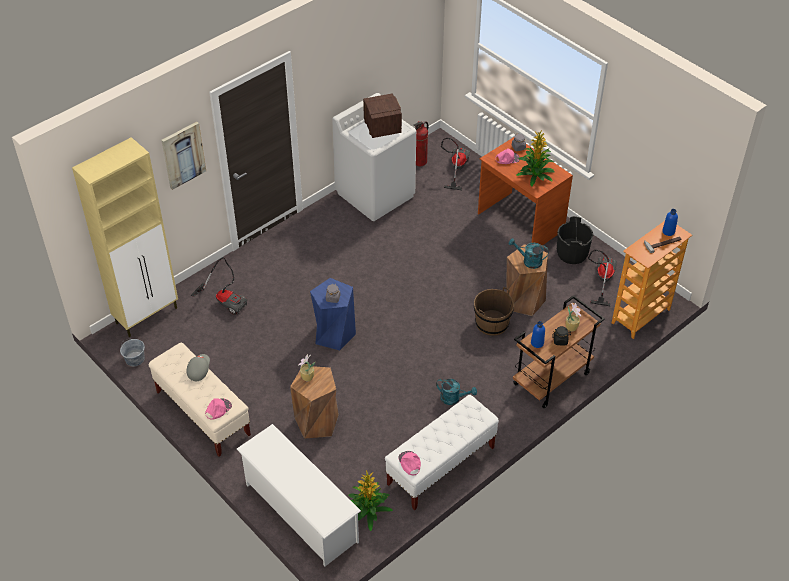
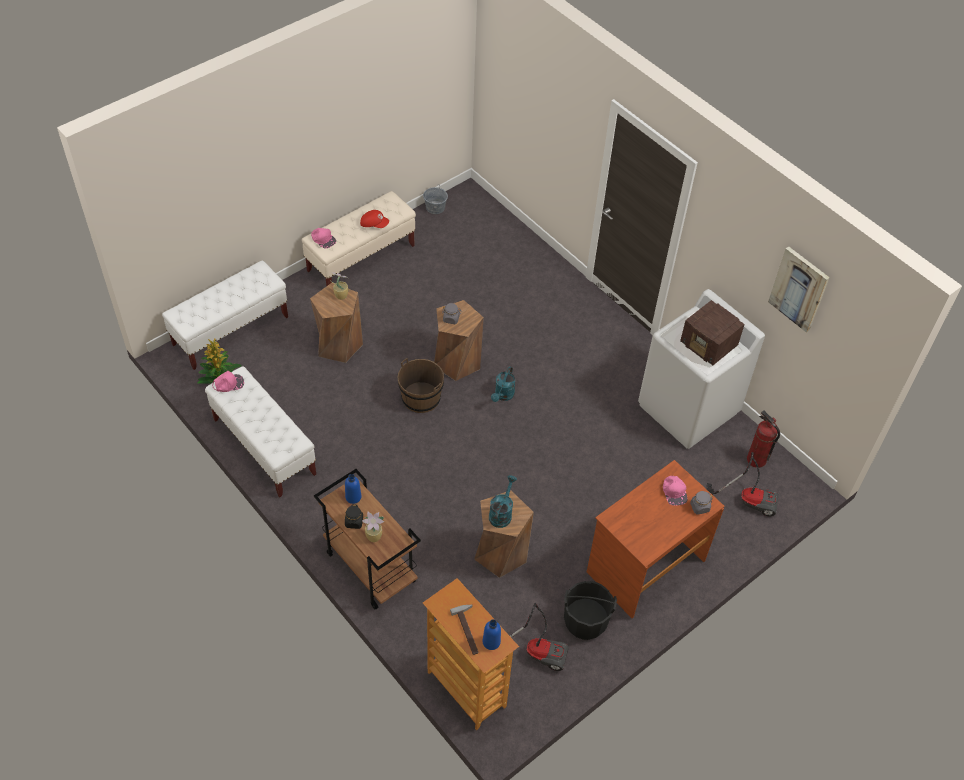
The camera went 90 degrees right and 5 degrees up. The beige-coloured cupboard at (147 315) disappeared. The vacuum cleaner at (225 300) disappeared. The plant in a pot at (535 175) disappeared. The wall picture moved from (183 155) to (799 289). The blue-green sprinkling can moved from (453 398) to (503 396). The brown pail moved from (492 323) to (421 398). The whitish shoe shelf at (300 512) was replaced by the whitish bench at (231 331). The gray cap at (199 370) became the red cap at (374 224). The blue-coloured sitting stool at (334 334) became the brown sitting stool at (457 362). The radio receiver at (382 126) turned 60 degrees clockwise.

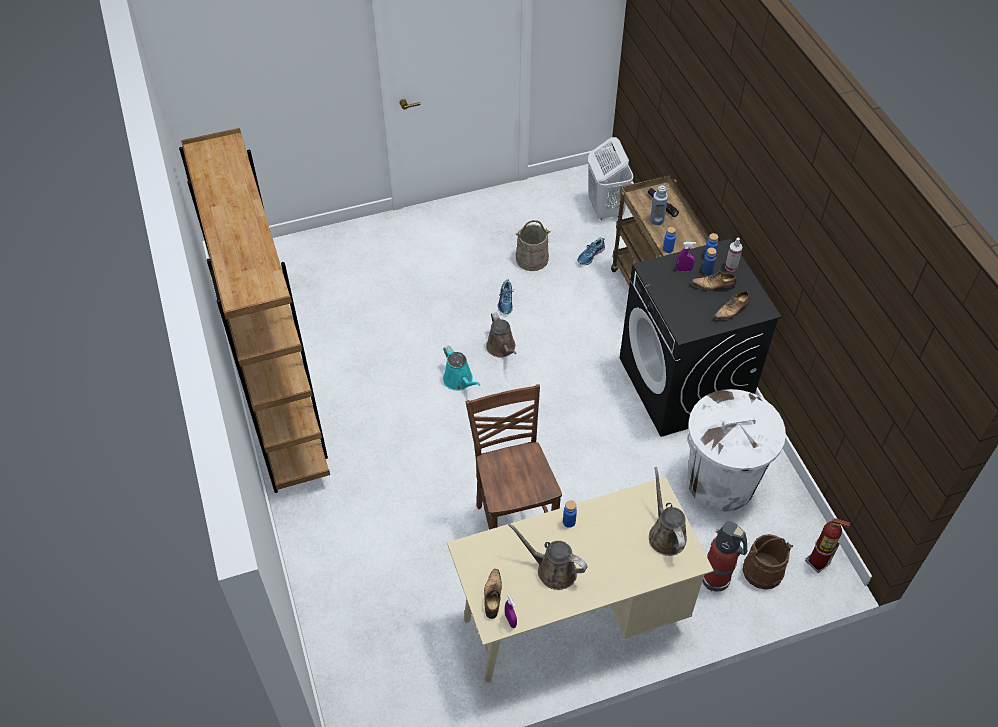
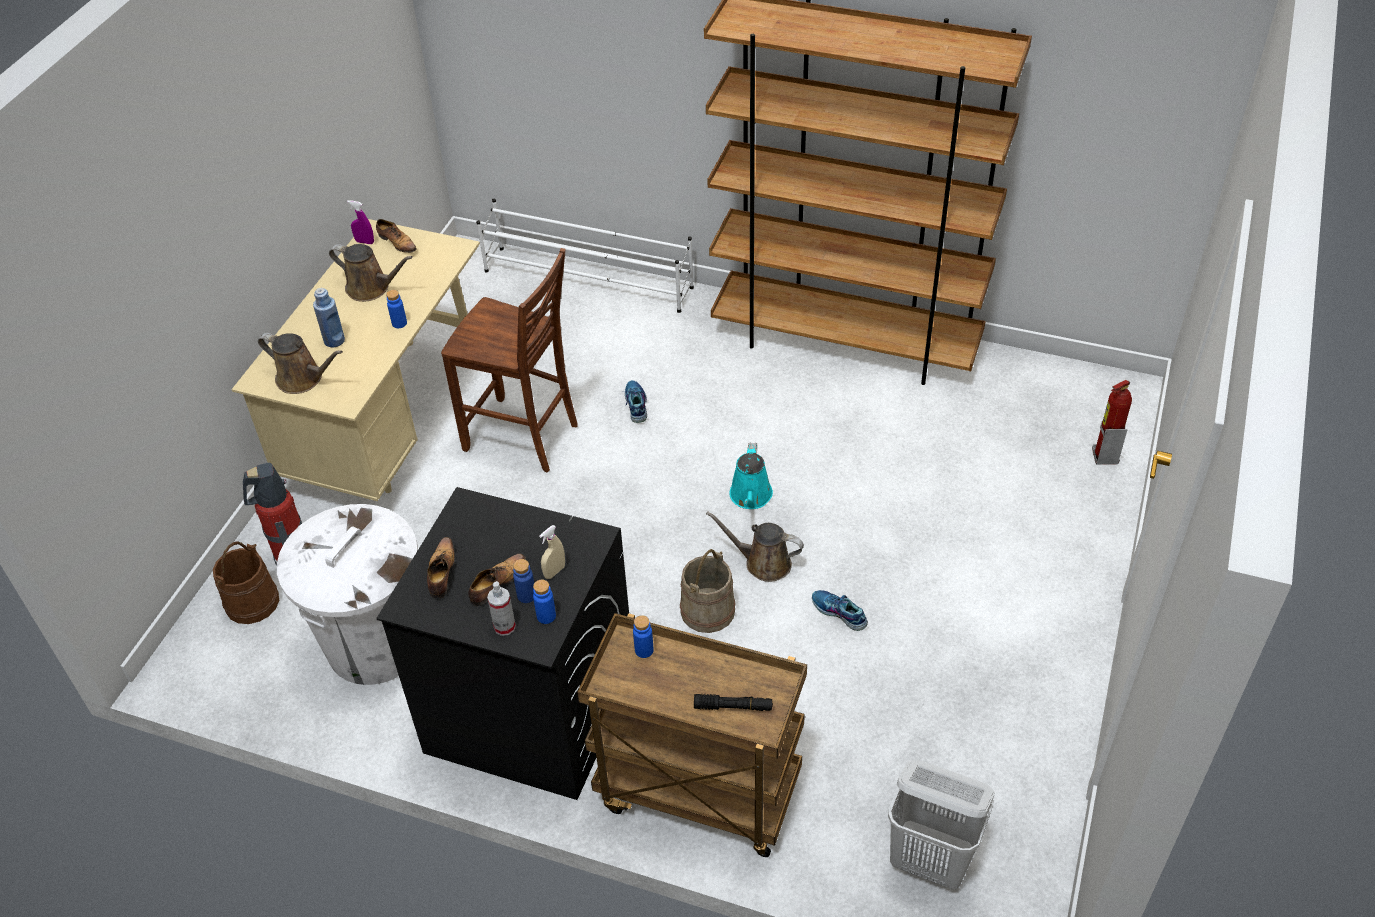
The camera went 130 degrees right and 5 degrees down. The whitish shoe shelf at (588 280) appeared. The beige-coloured pail moved from (532 258) to (708 611). The low shoe moved from (591 255) to (635 405). The blue-coloured drink bottle moved from (656 220) to (334 340). The fire-fighting cylinder moved from (817 562) to (1104 456). The purple hand sprayer at (684 269) became the beige-coloured hand sprayer at (554 571). The blue-green sprinkling can at (459 381) turned 90 degrees counterclockwise. The brown sprinkling can at (552 570) turned 45 degrees clockwise.

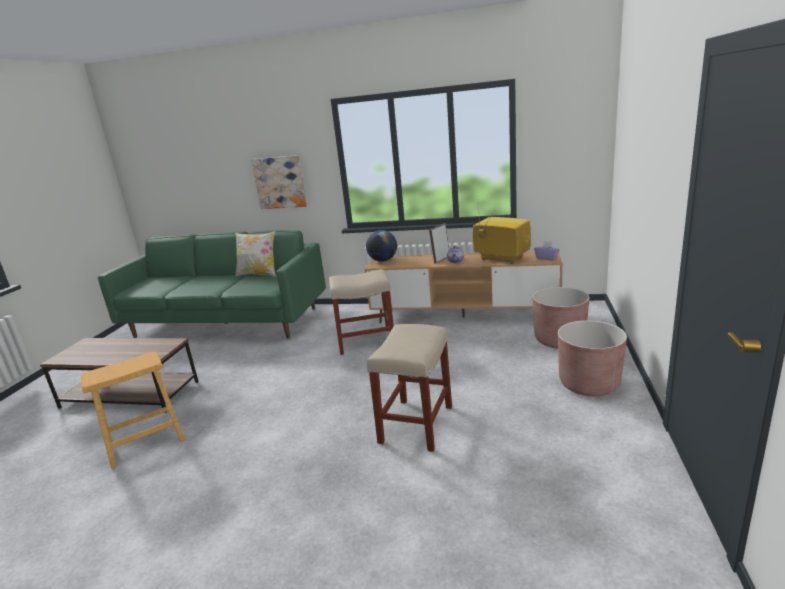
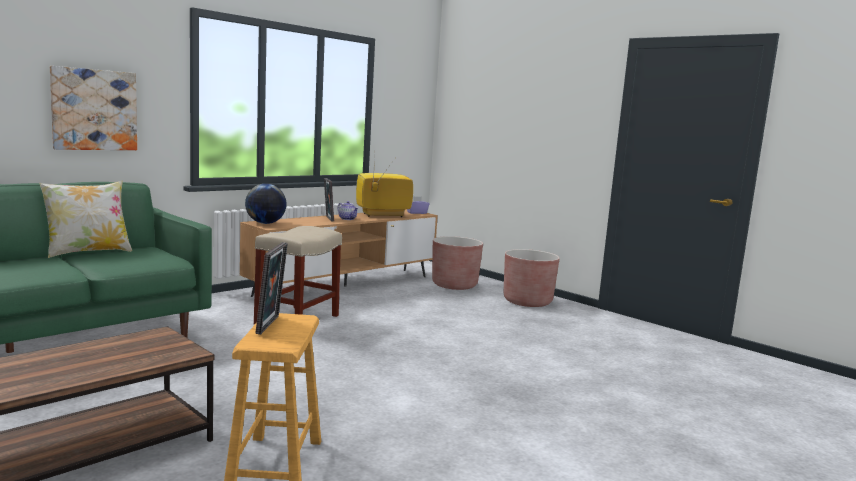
The camera went 60 degrees left and 10 degrees down. The beige-coloured sitting stool at (416 425) disappeared. The photo frame at (271 325) appeared.

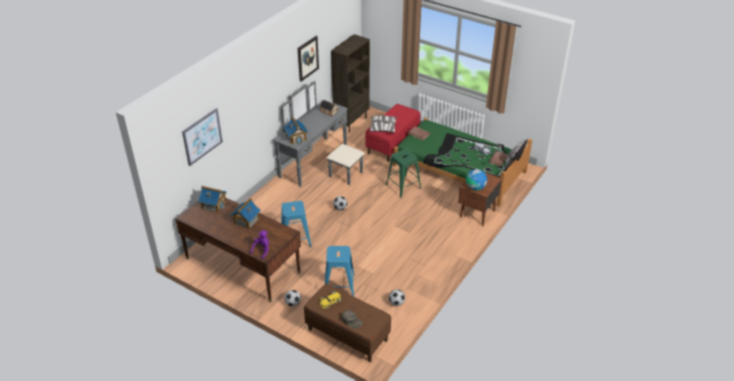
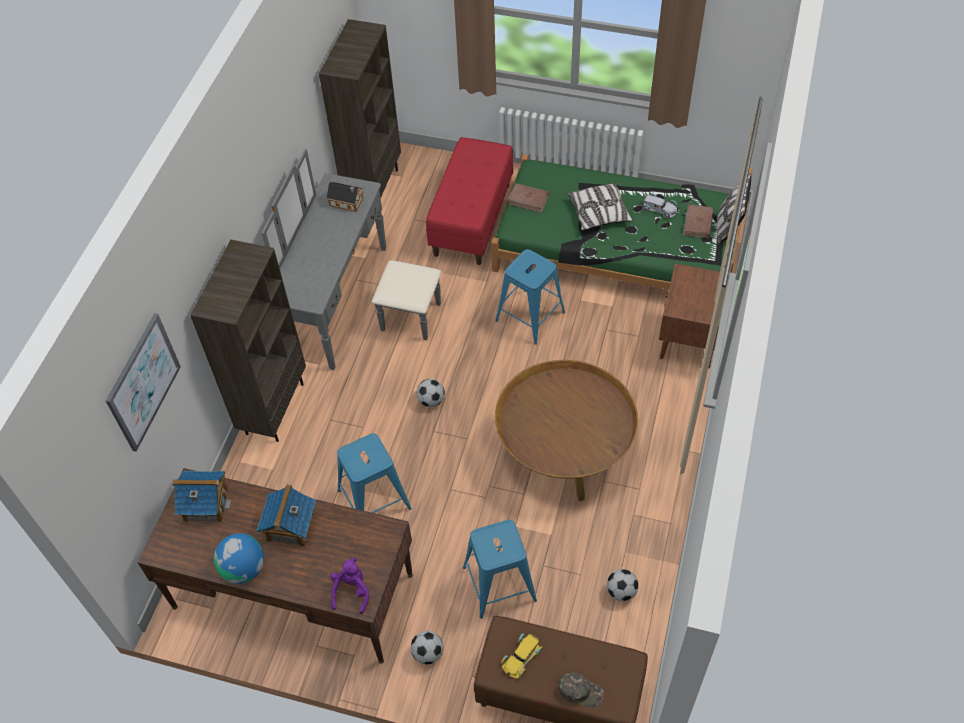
The camera went 15 degrees left and 15 degrees up. The toy house at (296 138) disappeared. The wall picture at (307 58) disappeared. The brown bookshelf at (274 408) appeared. The brown coffee table at (564 450) appeared. The throw pillow moved from (383 128) to (599 213). The desk globe moved from (475 187) to (243 568). The greenish sitting stool at (403 186) became the blue-coloured sitting stool at (530 316).

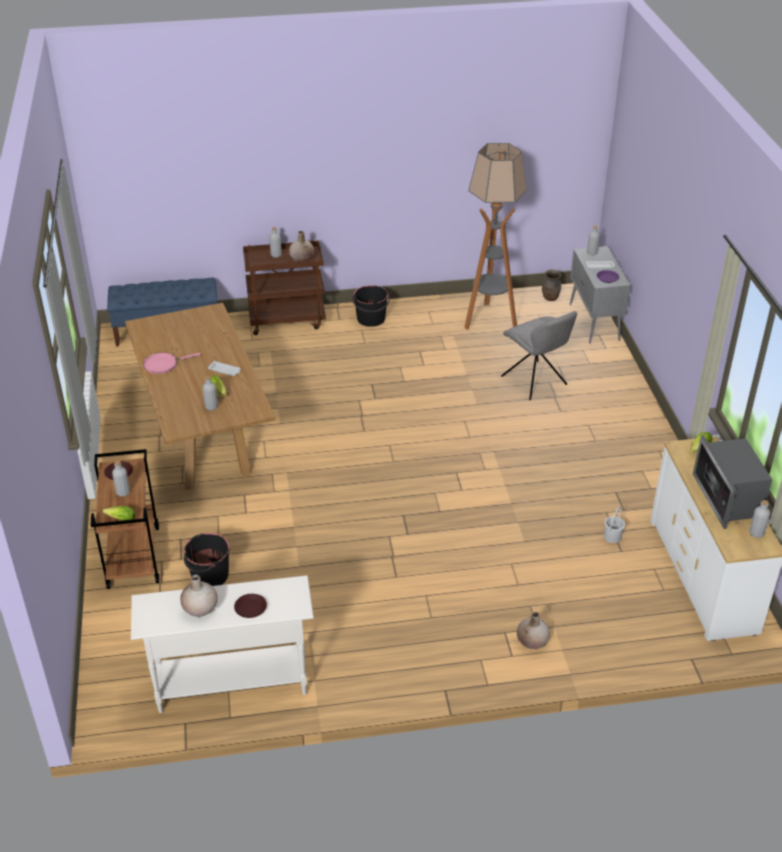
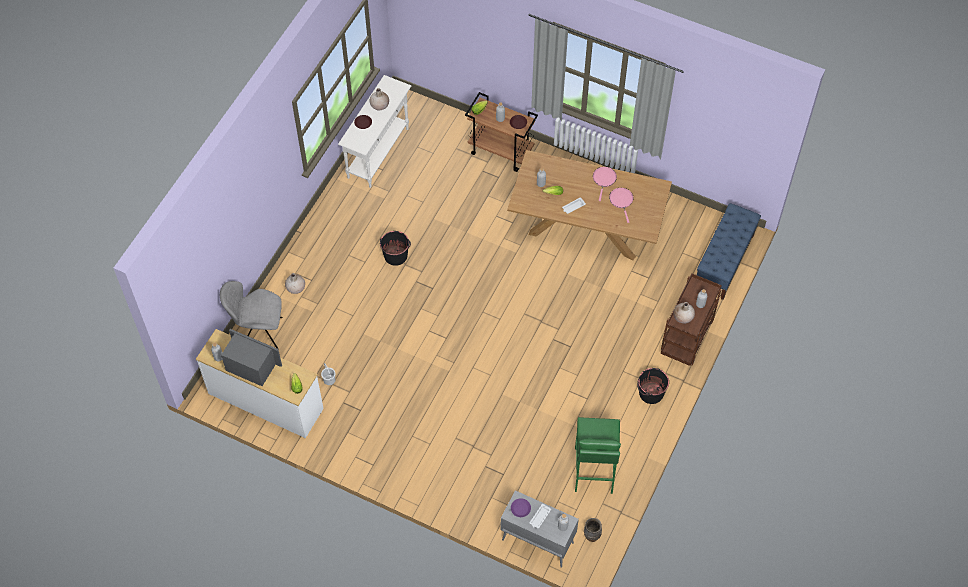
The camera went 125 degrees right and 20 degrees up. The pink pan at (621 201) appeared. The black-coloured pail moved from (209 576) to (395 255). The gray plain chair moved from (535 382) to (259 332). The floor lamp at (489 320) was replaced by the greenish sitting stool at (593 470).

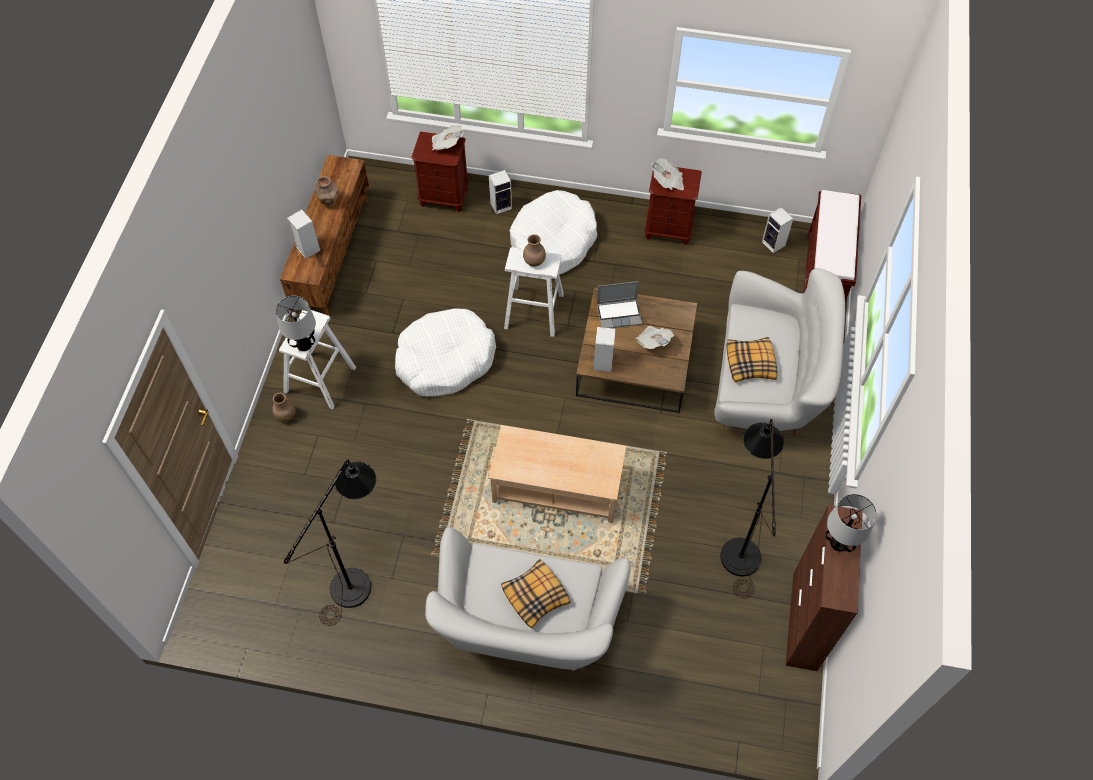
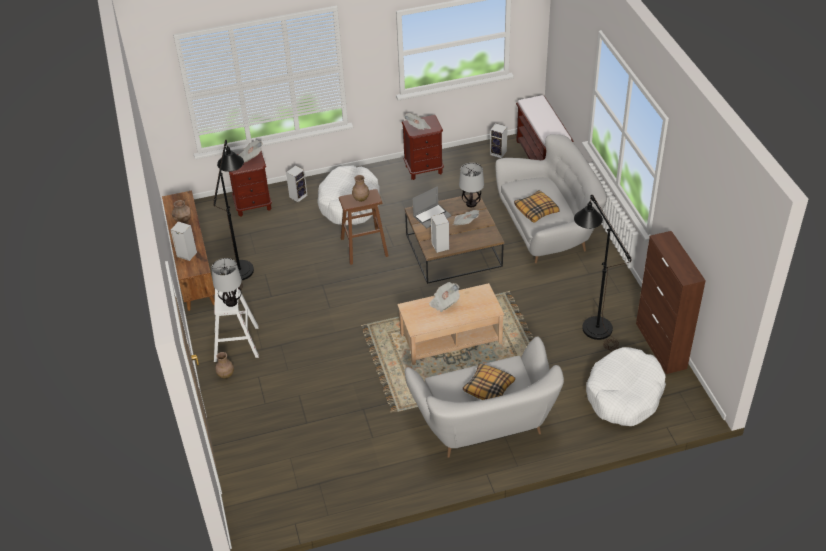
The camera went 25 degrees left and 15 degrees down. The printed paper at (444 302) appeared. The black-coloured floor lamp moved from (358 578) to (241 265). The whitish pet bed moved from (445 360) to (624 395). The table lamp moved from (838 543) to (471 204). The whitish sitting stool at (534 311) became the brown sitting stool at (364 247).

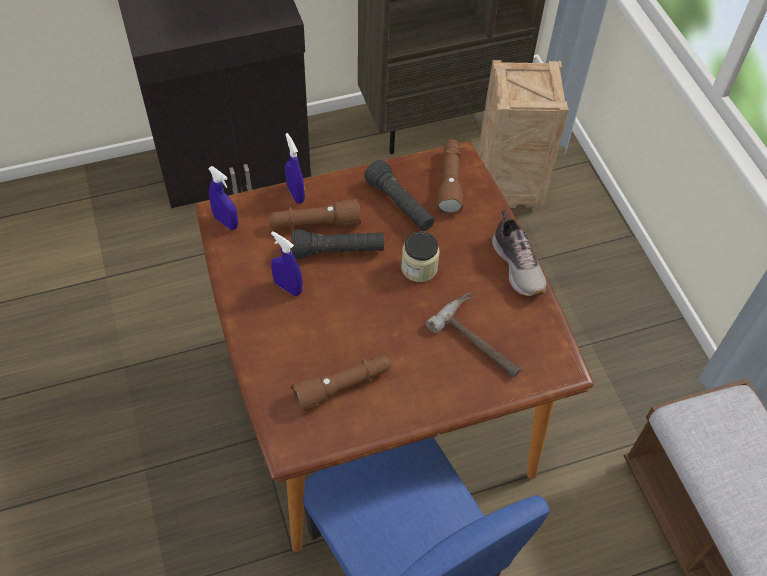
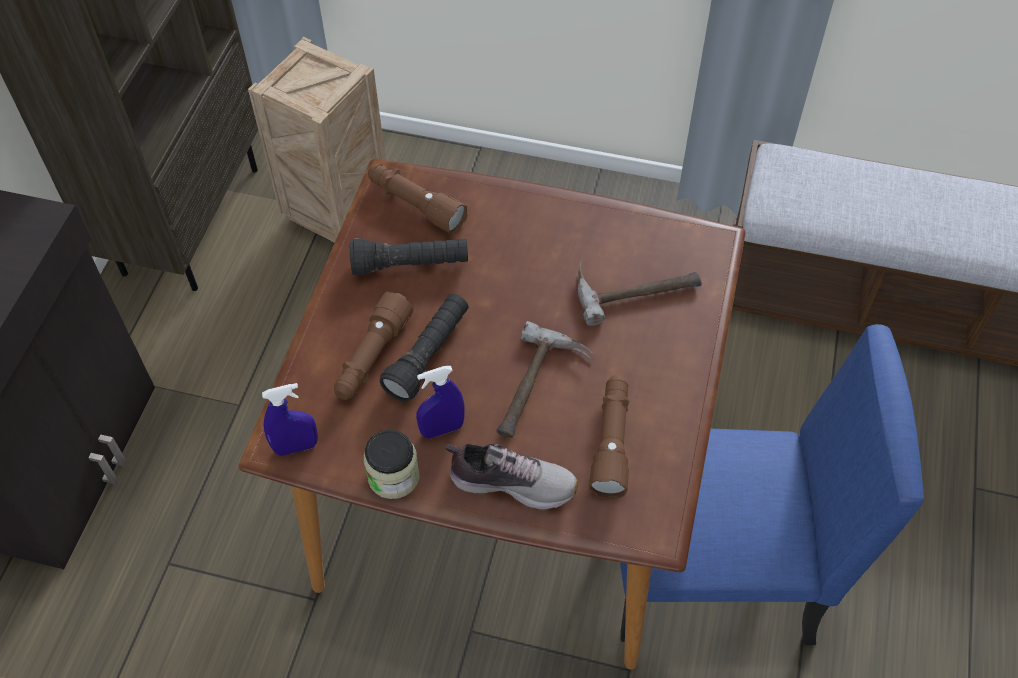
The camera went 55 degrees left and 0 degrees up. The blue-coloured hand sprayer at (295 194) disappeared. The hammer at (540 388) appeared. The storage jar moved from (419 268) to (393 476). The low shoe moved from (518 266) to (512 482).

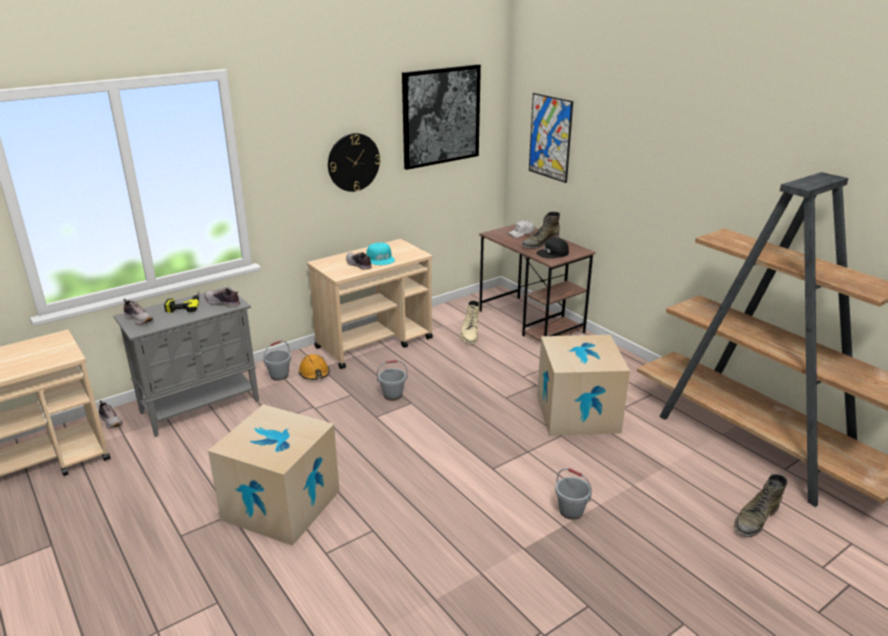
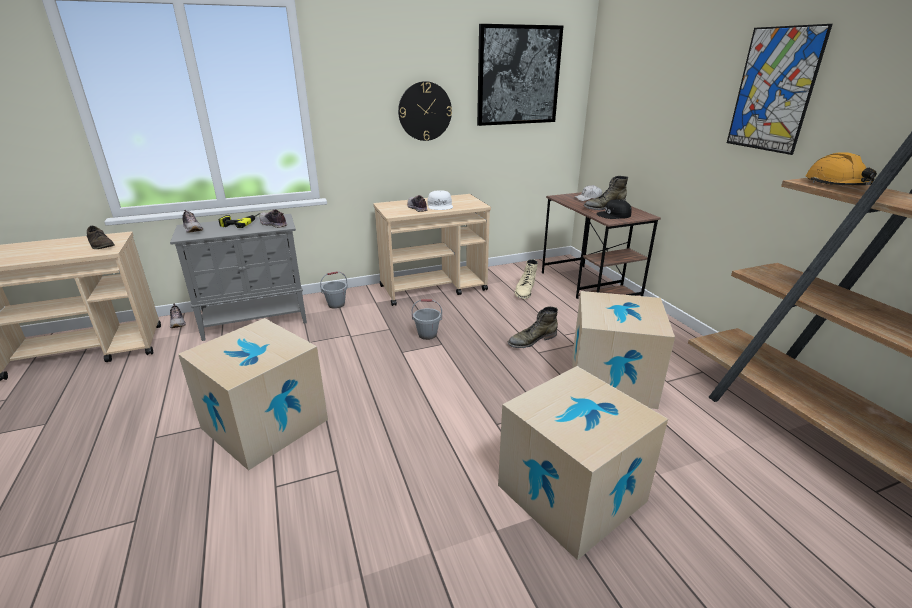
The camera went 15 degrees right and 0 degrees up. The brown low shoe at (101 244) appeared. The orange-coloured safety helmet moved from (314 373) to (837 185). The wall picture moved from (550 137) to (774 90). The greenish tall boot moved from (755 519) to (532 340). The gray pail at (571 511) was replaced by the cardboard box at (571 493). The blue-green cap at (381 259) became the whitish cap at (440 205).

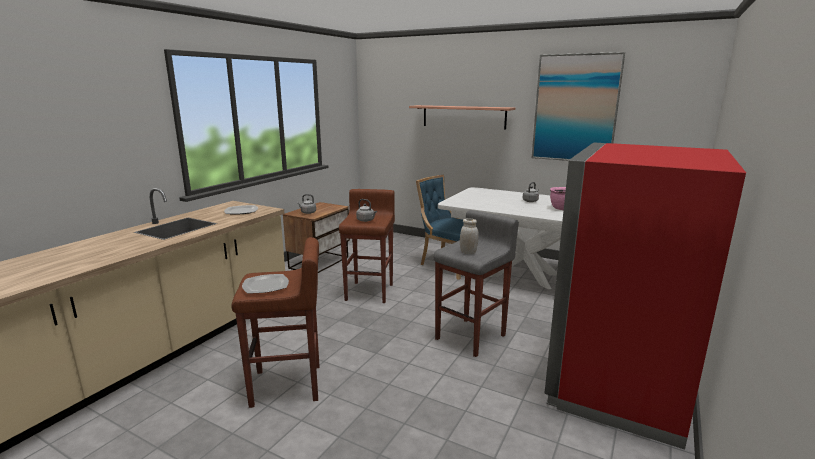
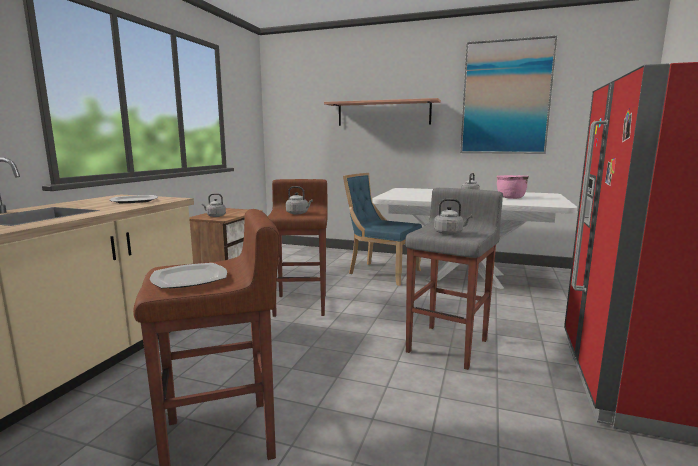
The camera went 10 degrees left and 5 degrees down. The whitish storage jar at (468 252) was replaced by the gray tea kettle at (450 233).

